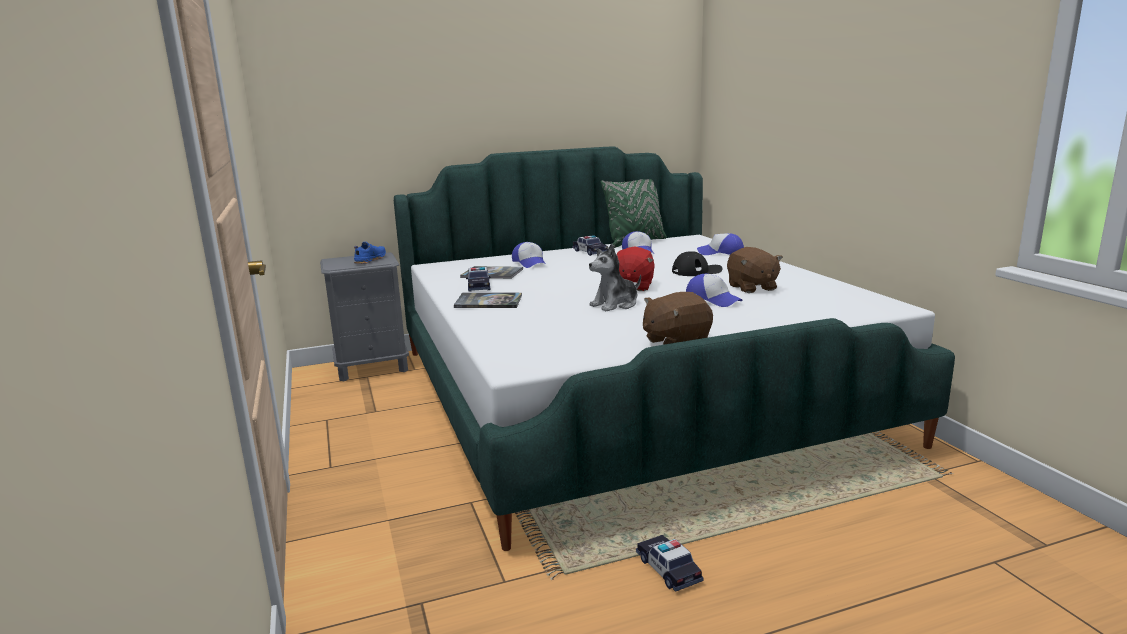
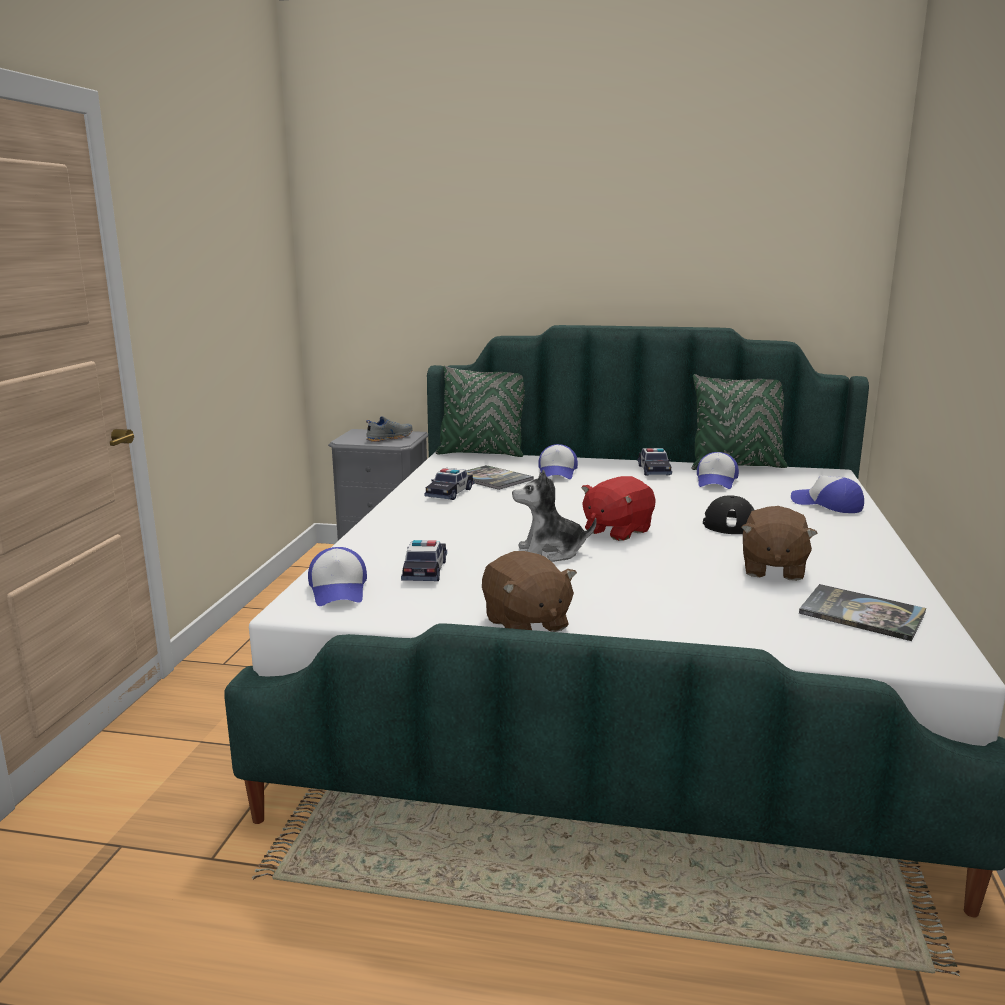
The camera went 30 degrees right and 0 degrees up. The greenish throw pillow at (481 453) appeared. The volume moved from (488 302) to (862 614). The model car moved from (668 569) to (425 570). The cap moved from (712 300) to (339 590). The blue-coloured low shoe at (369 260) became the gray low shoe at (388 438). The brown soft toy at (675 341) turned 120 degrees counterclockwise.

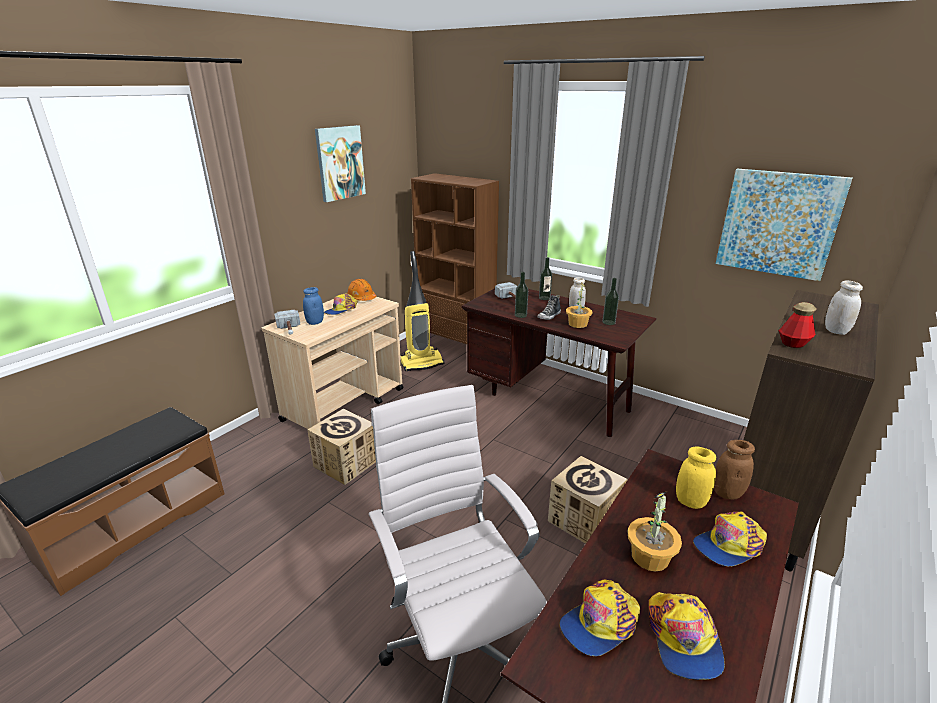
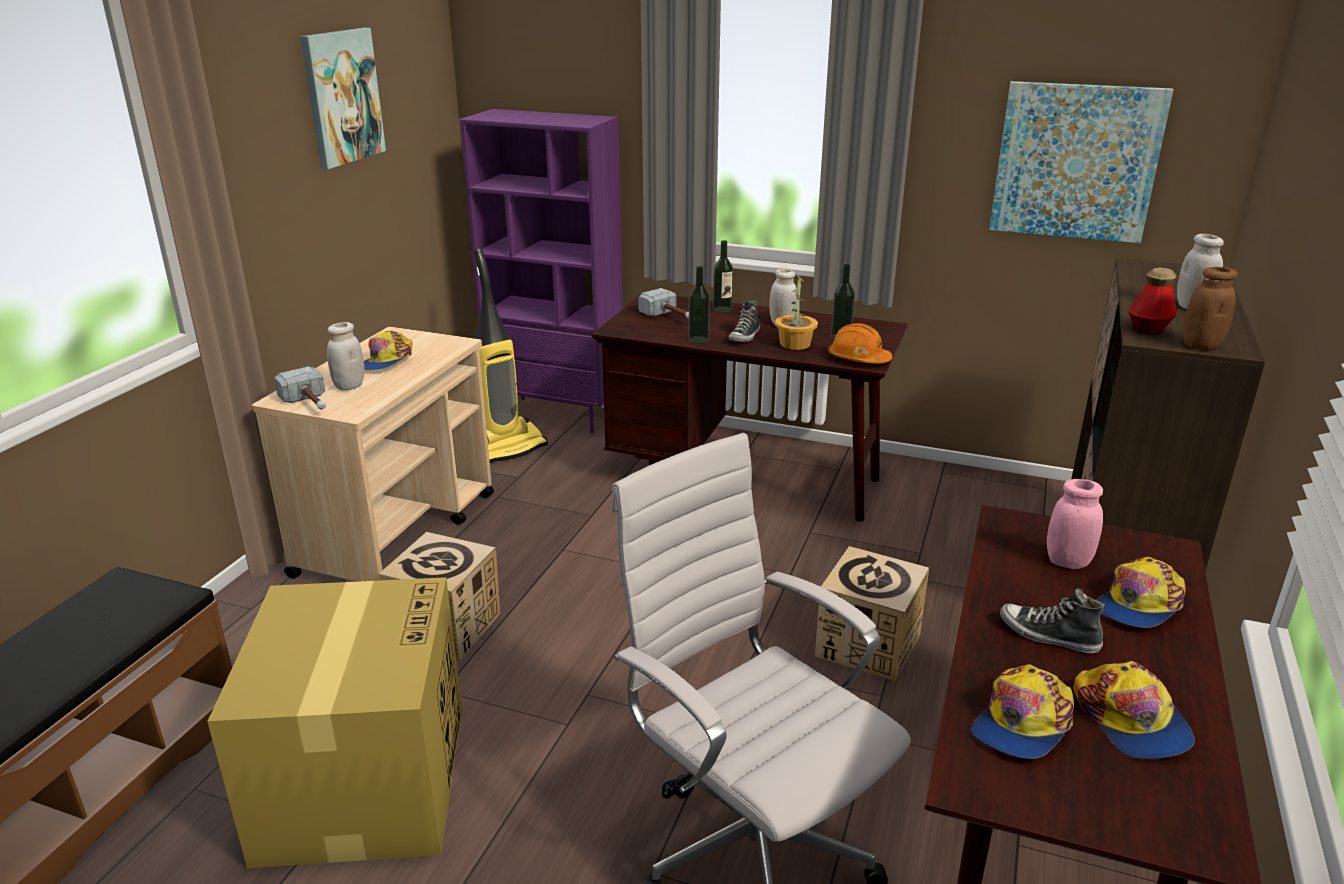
The camera went 15 degrees left and 0 degrees up. The cardboard box at (364 779) appeared. The orange-coloured safety helmet moved from (361 298) to (858 359). The brown storage jar moved from (727 493) to (1201 345). The plant in a pot at (650 557) was replaced by the low shoe at (1048 636). The blue-coloured storage jar at (315 322) became the whitish storage jar at (349 386). The brown bookshelf at (457 347) became the purple bookshelf at (557 415). The yellowish storage jar at (690 502) became the pink storage jar at (1067 562).

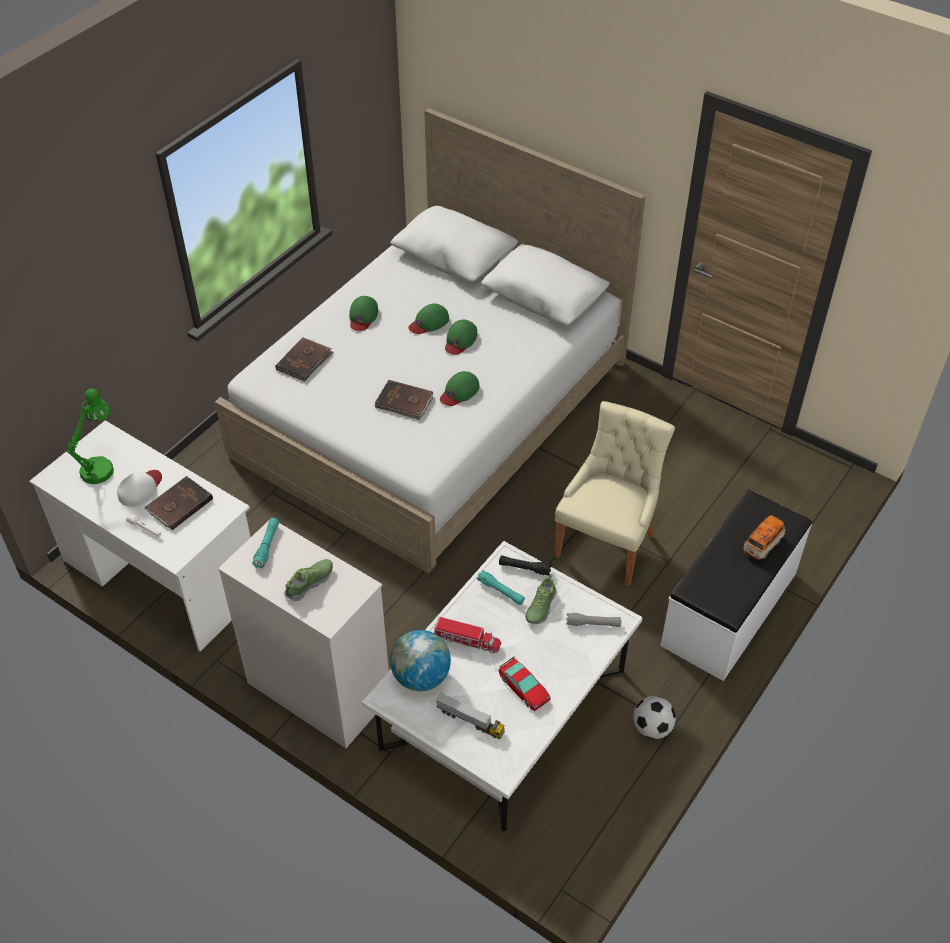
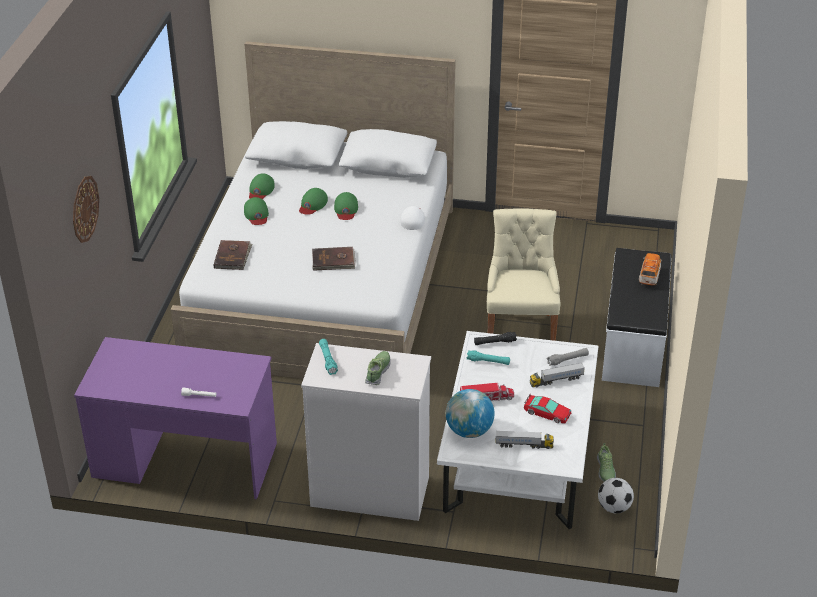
The camera went 25 degrees left and 10 degrees down. The greenish table lamp at (101 466) disappeared. The brown volume at (179 504) disappeared. The hanging clock at (84 209) appeared. The toy lorry at (556 380) appeared. The whitish cap moved from (140 489) to (413 219). The greenish cap moved from (459 391) to (260 190). The low shoe moved from (540 606) to (605 470). The football ball moved from (652 728) to (614 507). The whitish desk at (162 575) became the purple desk at (185 460).

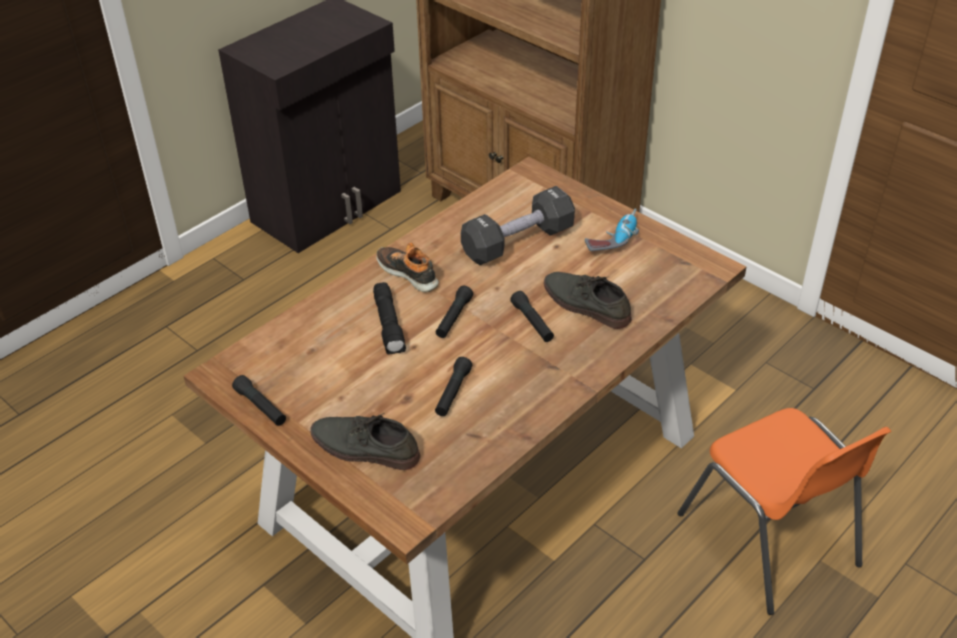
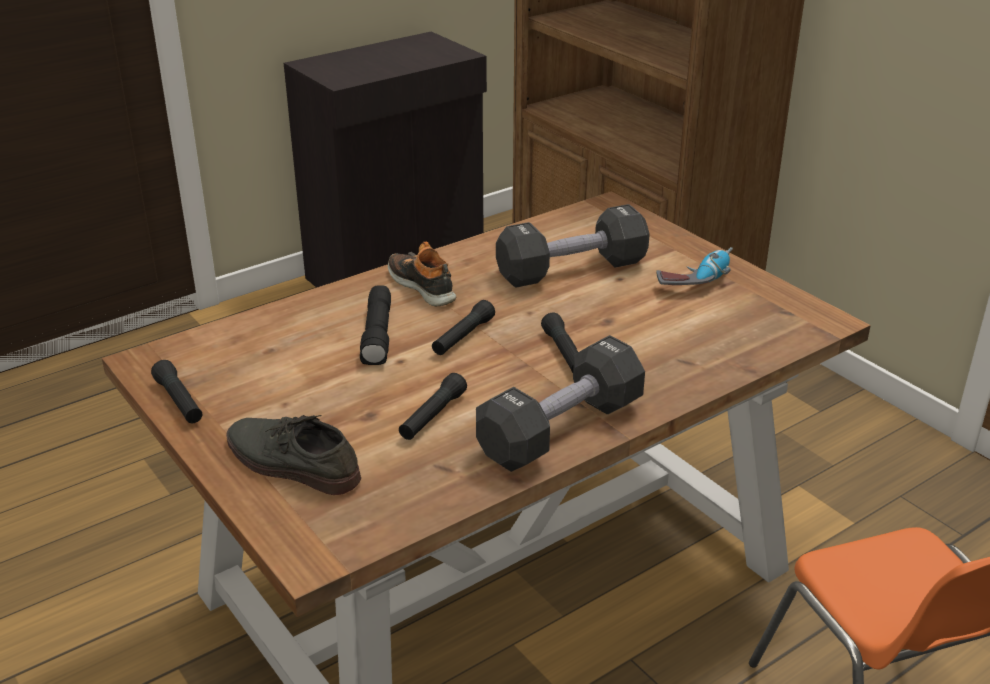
The camera went 10 degrees right and 10 degrees down. The gray low shoe at (585 304) disappeared. The black-coloured dumbbell at (561 429) appeared.

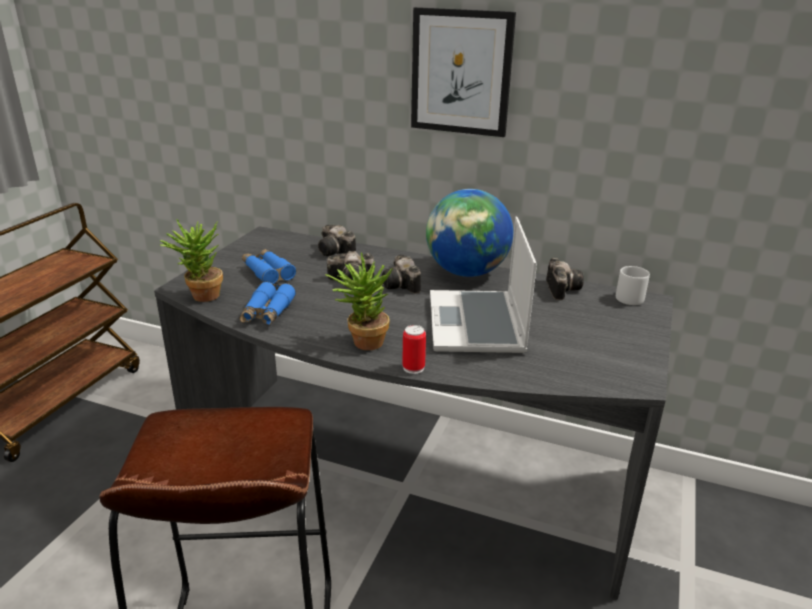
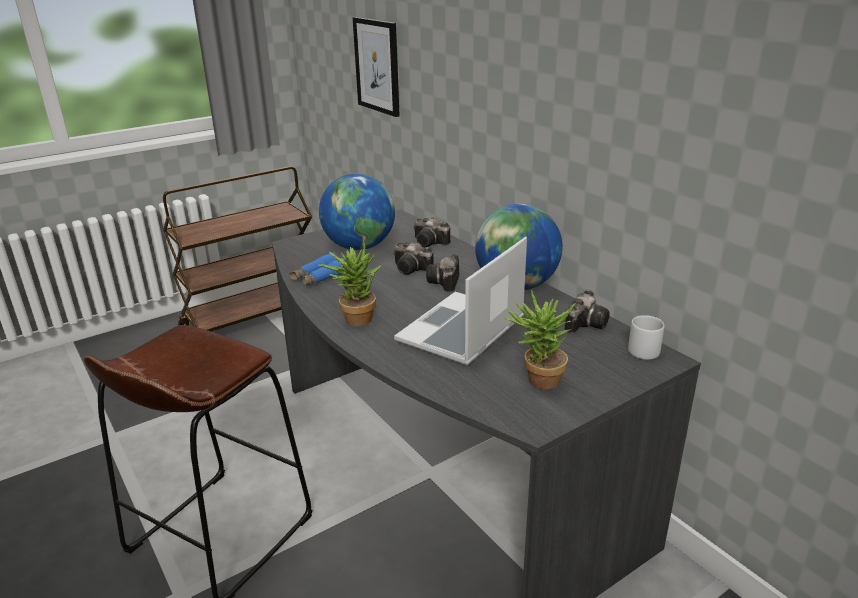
The camera went 35 degrees right and 0 degrees up. The can at (413 368) disappeared. The plant in a pot moved from (200 297) to (537 381). The wall picture moved from (461 72) to (377 66). The blue-coloured field glasses at (267 272) was replaced by the desk globe at (359 247). The still camera at (336 252) turned 45 degrees counterclockwise.

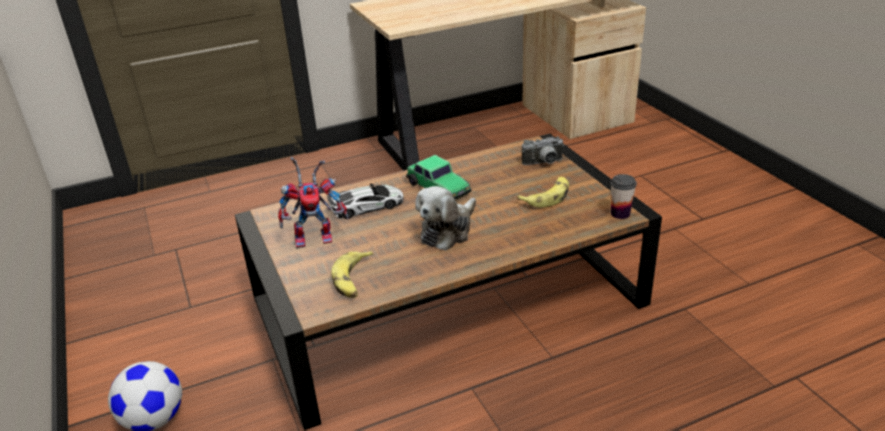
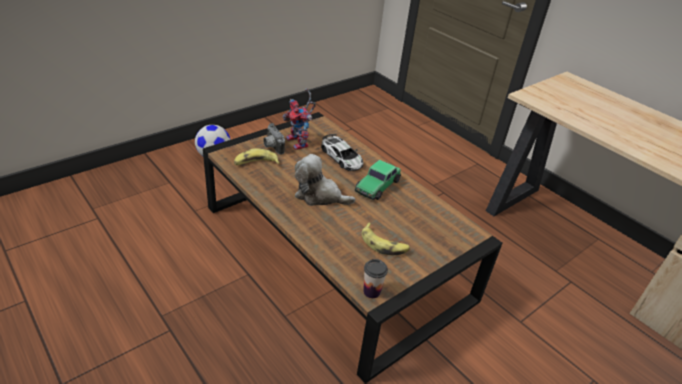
The camera went 70 degrees right and 5 degrees up. The still camera moved from (544 163) to (272 147).

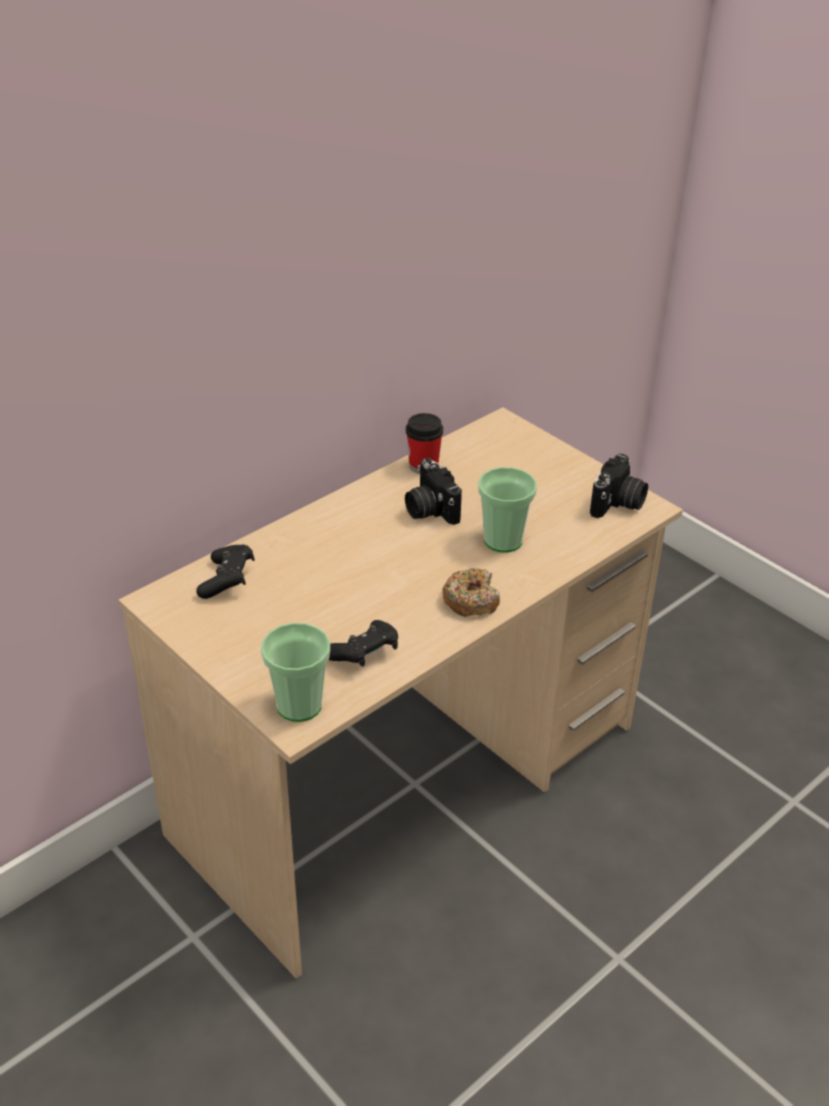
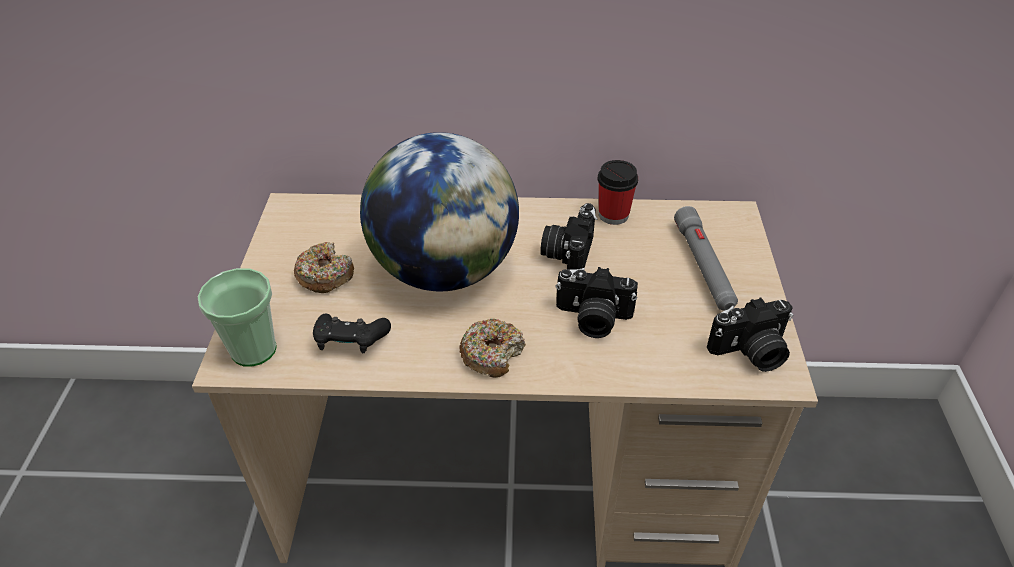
The camera went 45 degrees right and 5 degrees up. The black-coloured gamepad at (227 581) disappeared. The donut at (325 275) appeared. The desk globe at (444 270) appeared. The gray flashlight at (703 266) appeared. The small cup at (503 540) was replaced by the still camera at (592 319).

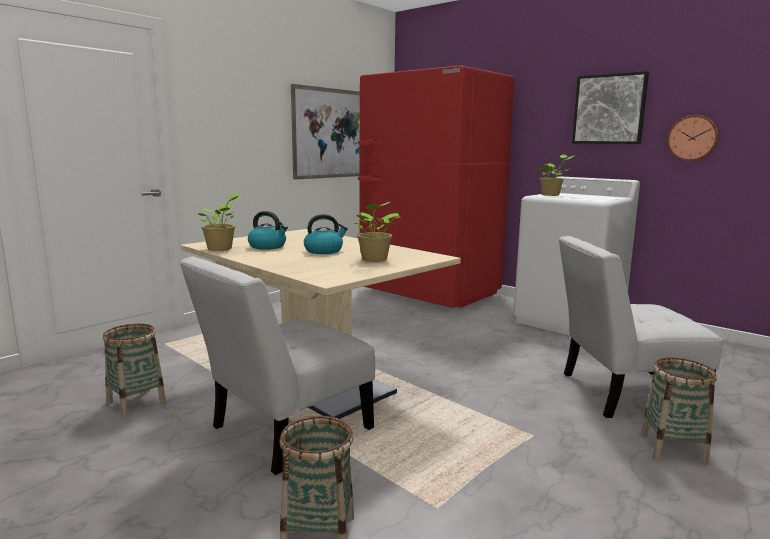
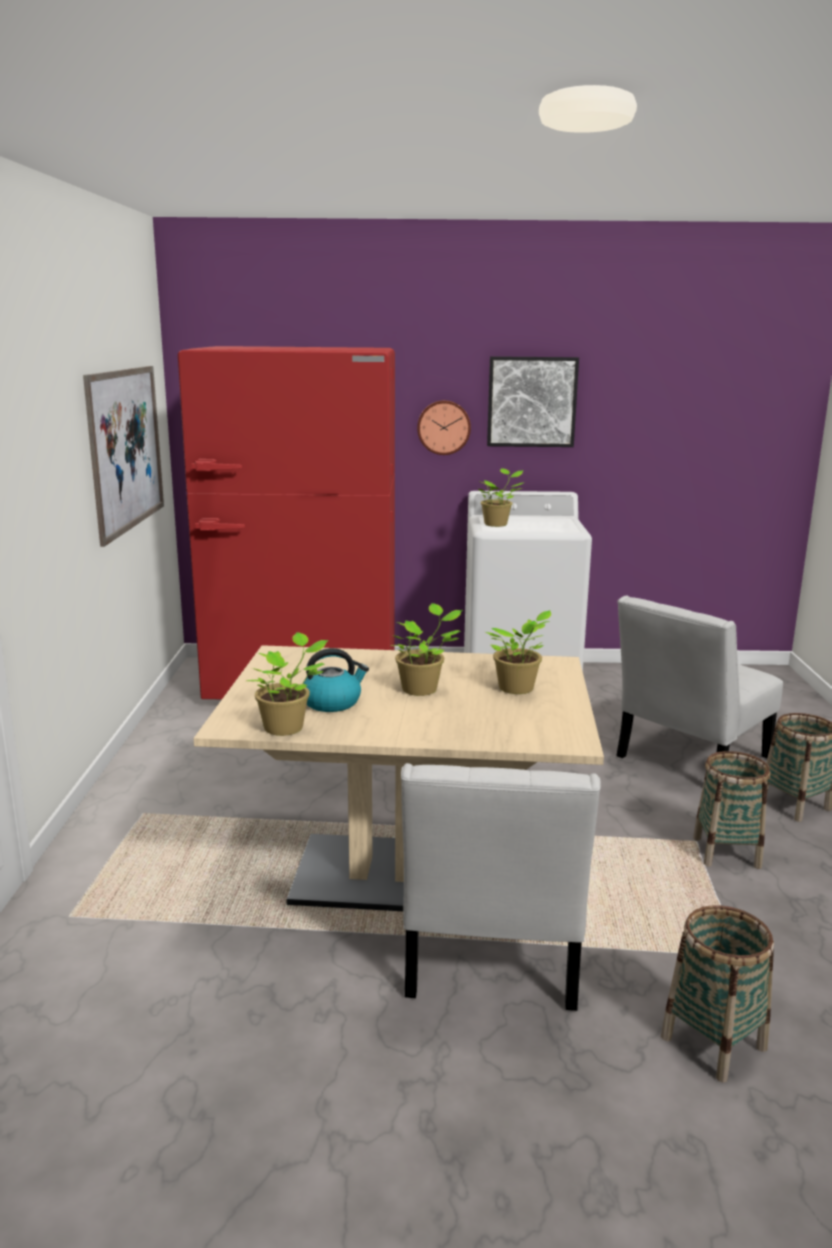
The camera went 40 degrees left and 5 degrees up. The basket moved from (136 402) to (726 852). The hanging clock moved from (693 138) to (443 427). The tea kettle at (324 251) was replaced by the plant in a pot at (422 689).

